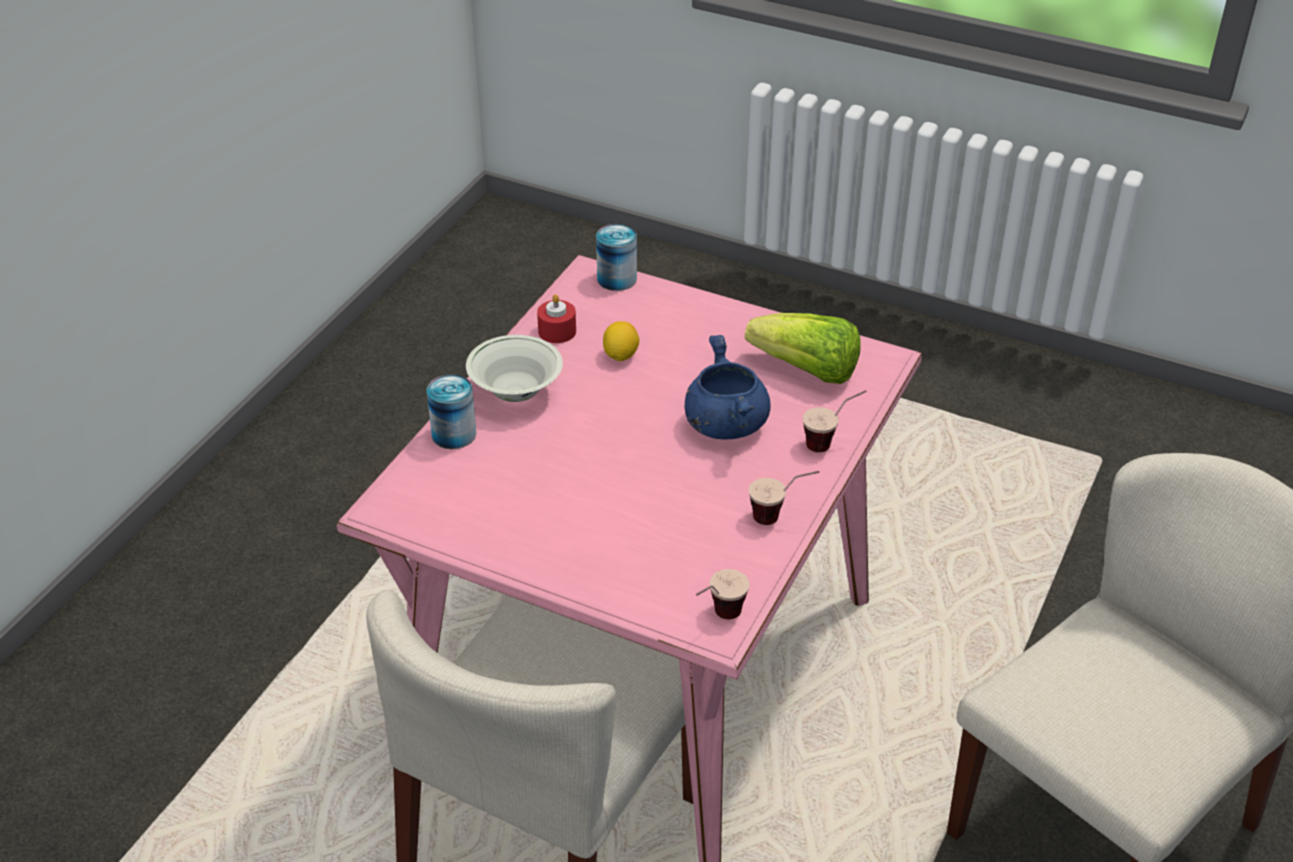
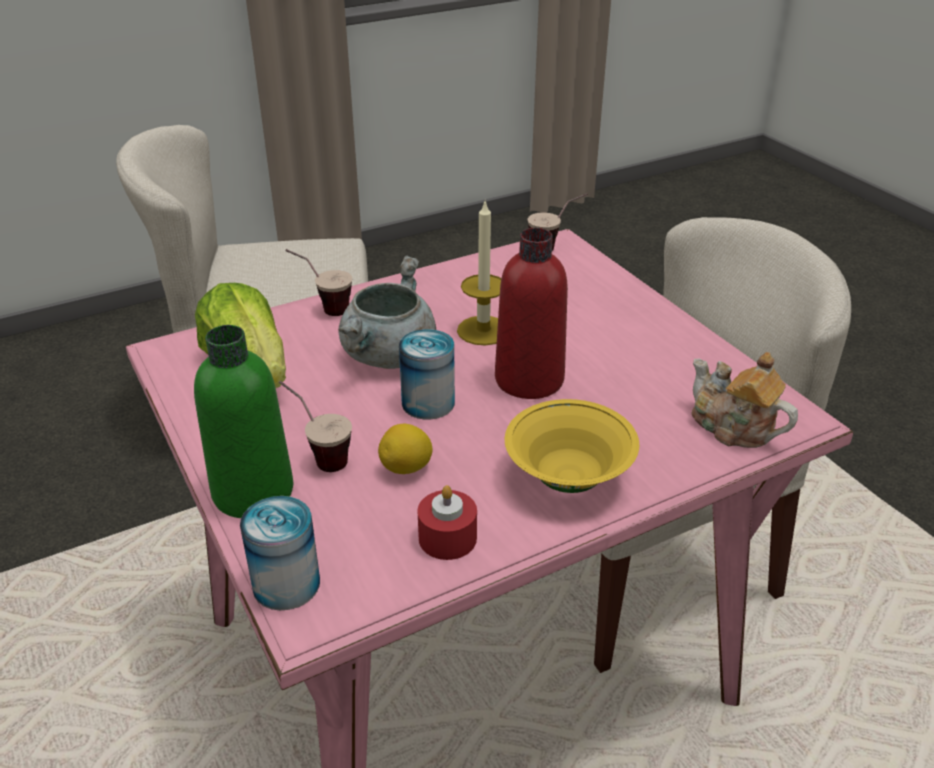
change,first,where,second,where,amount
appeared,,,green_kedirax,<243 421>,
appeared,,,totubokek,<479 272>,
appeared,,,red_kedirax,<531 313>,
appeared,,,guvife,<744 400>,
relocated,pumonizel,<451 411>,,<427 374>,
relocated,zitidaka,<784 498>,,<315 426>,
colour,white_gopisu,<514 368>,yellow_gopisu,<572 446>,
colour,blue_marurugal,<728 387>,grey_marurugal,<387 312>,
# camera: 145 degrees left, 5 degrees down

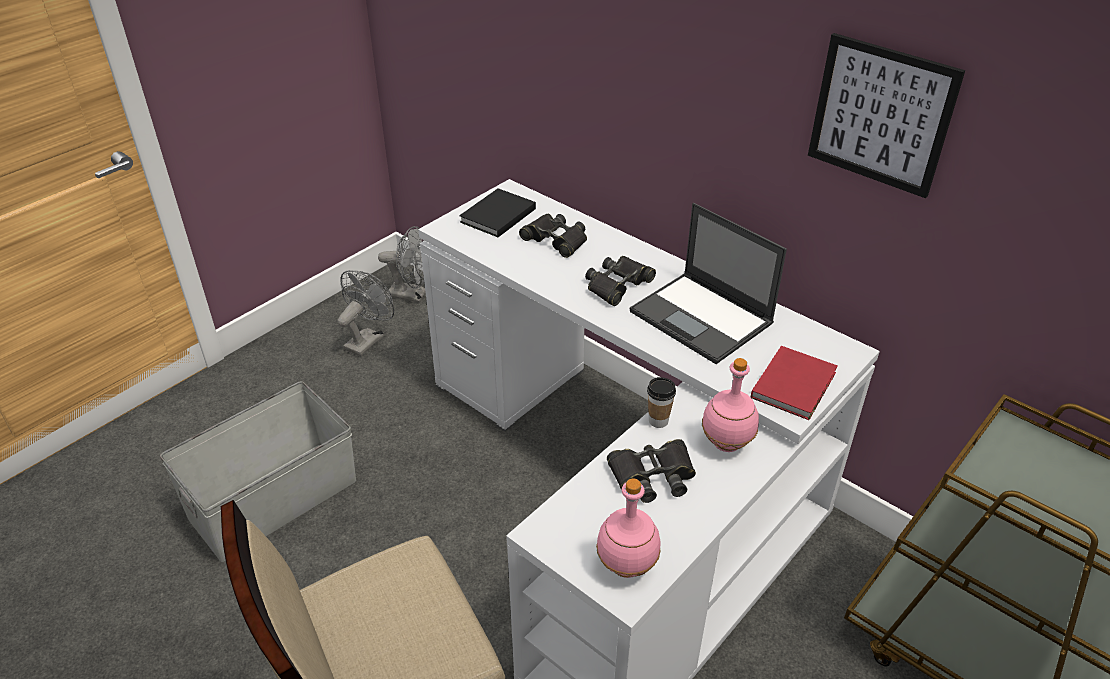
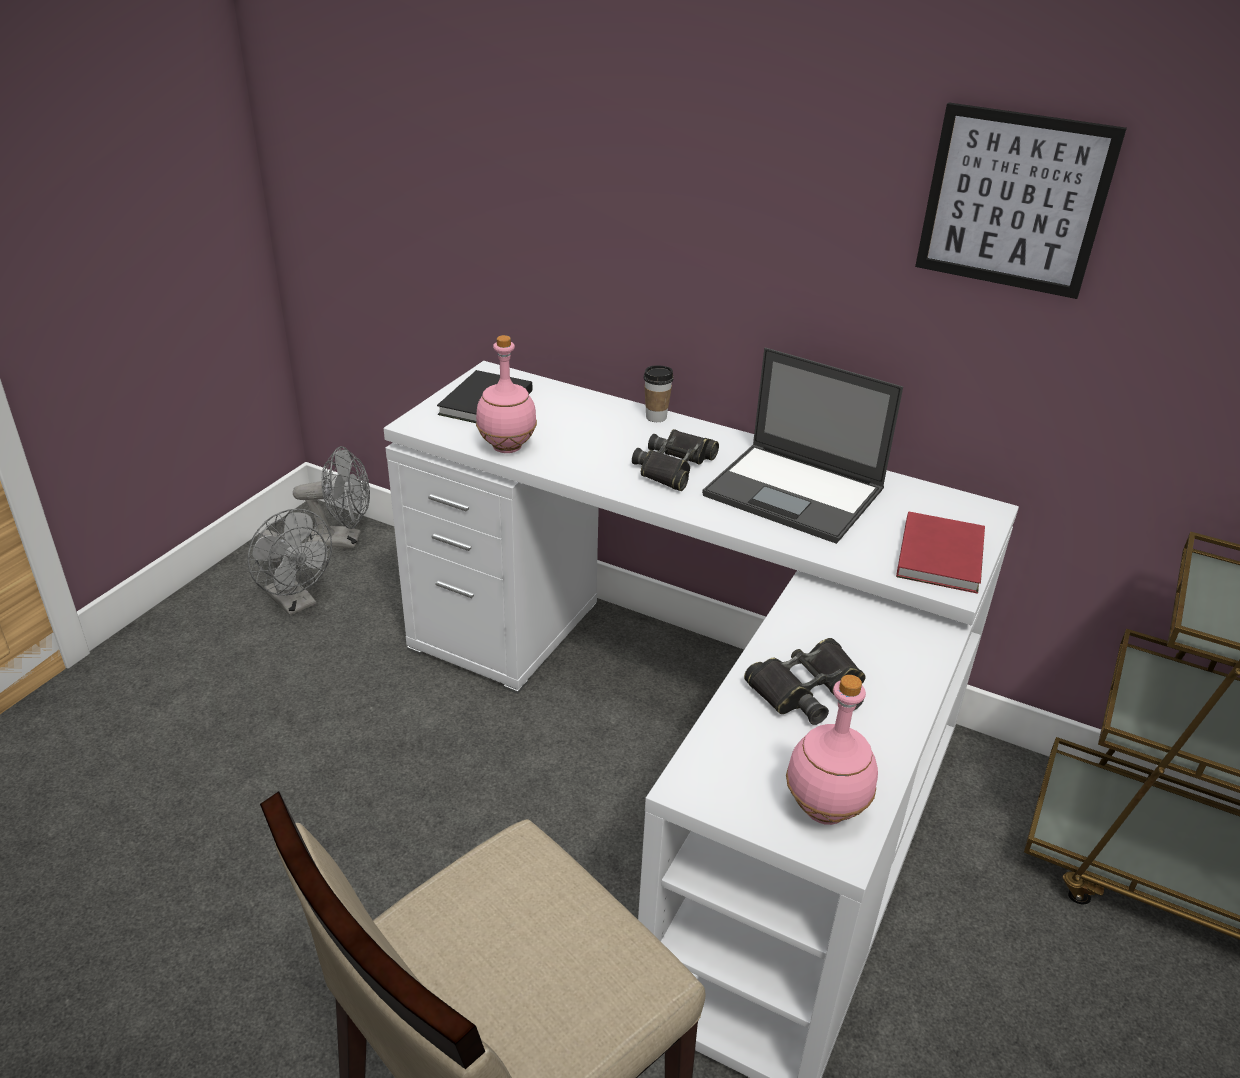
change,first,where,second,where,amount
missing,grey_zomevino,<258 471>,,,
missing,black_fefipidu,<553 236>,,,
relocated,zitidaka,<661 402>,,<659 393>,
relocated,pink_kedirax,<730 405>,,<506 394>,
spun,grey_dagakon,<365 313>,,<289 562>,120 degrees clockwise
# camera: 15 degrees left, 5 degrees down

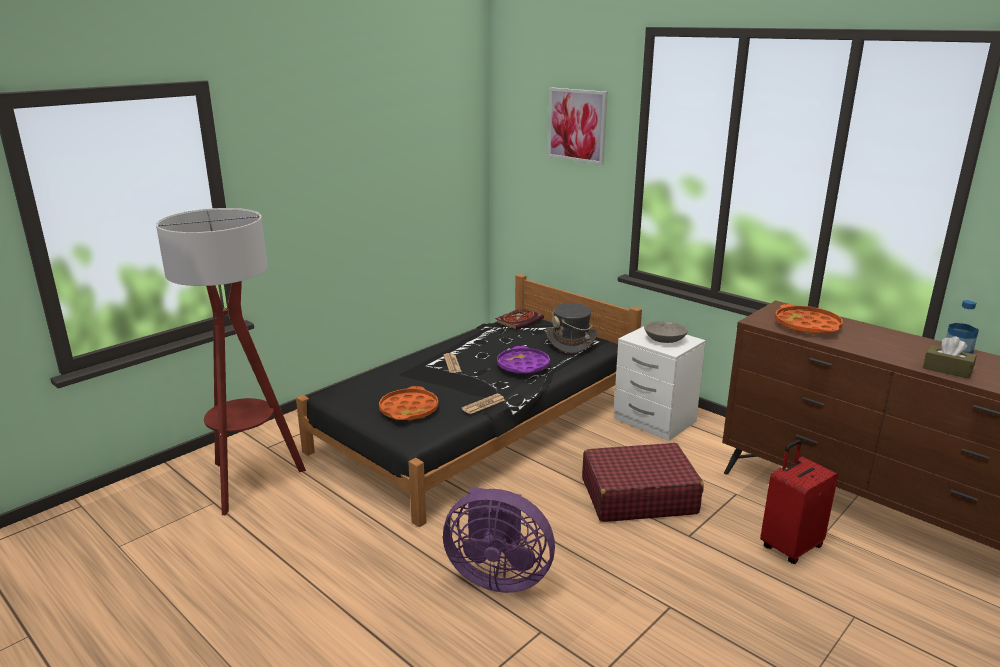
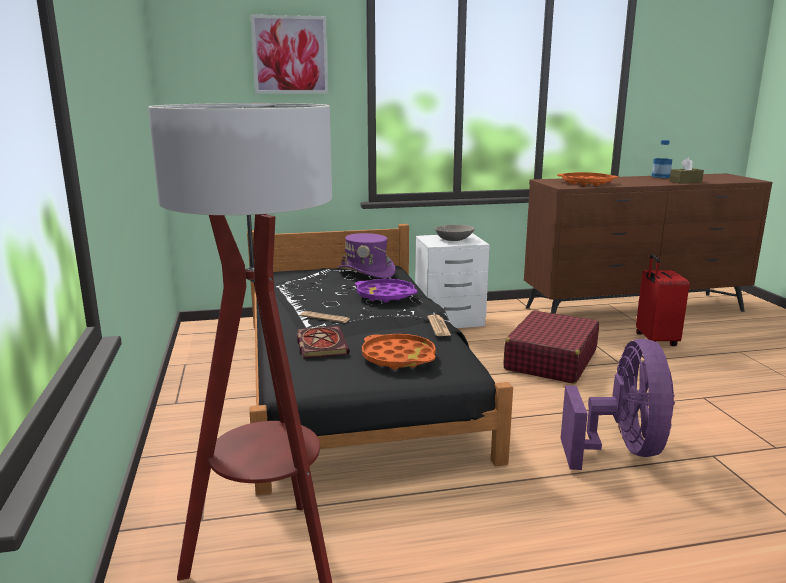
change,first,where,second,where,amount
relocated,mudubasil,<519 319>,,<323 342>,
colour,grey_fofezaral,<571 328>,purple_fofezaral,<366 255>,
spun,purple_dagakon,<499 540>,,<618 404>,45 degrees counterclockwise
# camera: 55 degrees left, 5 degrees down

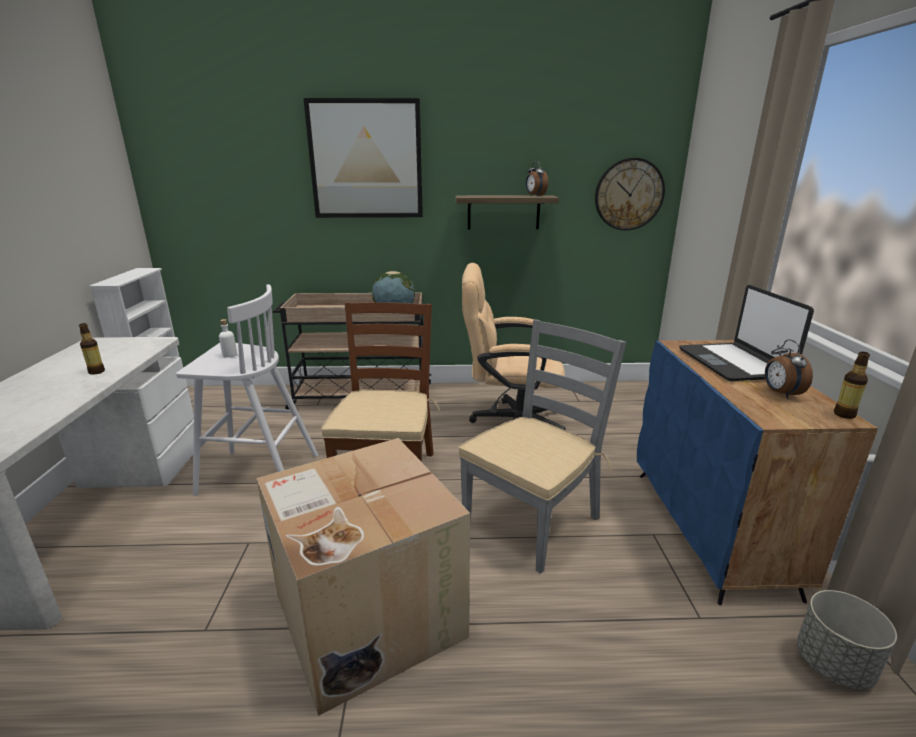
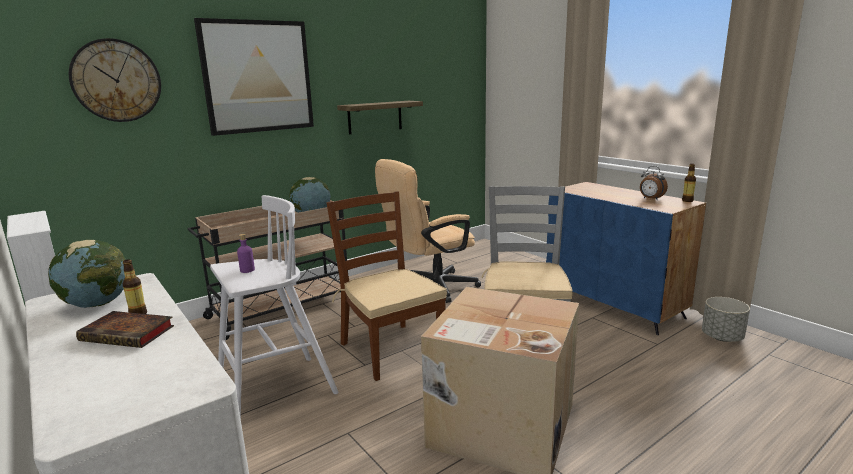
change,first,where,second,where,amount
missing,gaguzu,<537 178>,,,
missing,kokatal,<746 333>,,,
appeared,,,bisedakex,<87 274>,
appeared,,,mudubasil,<125 329>,
relocated,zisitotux,<630 194>,,<115 80>,
colour,white_kedirax,<228 338>,purple_kedirax,<246 253>,
# camera: 35 degrees left, 5 degrees down

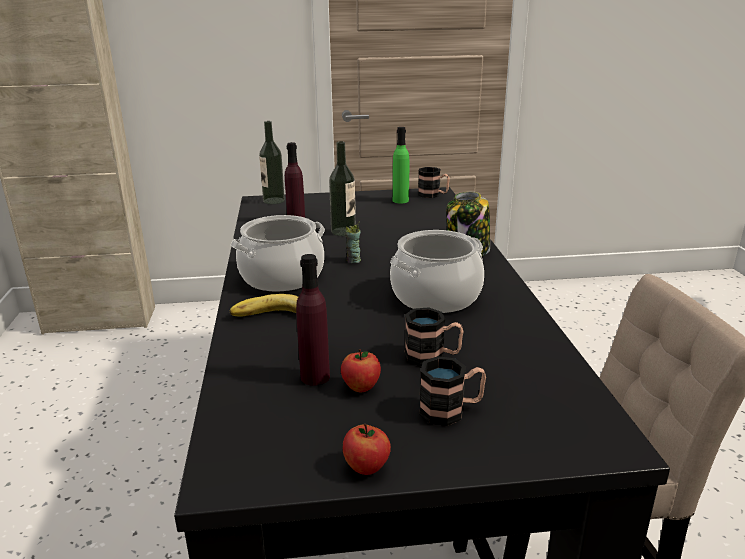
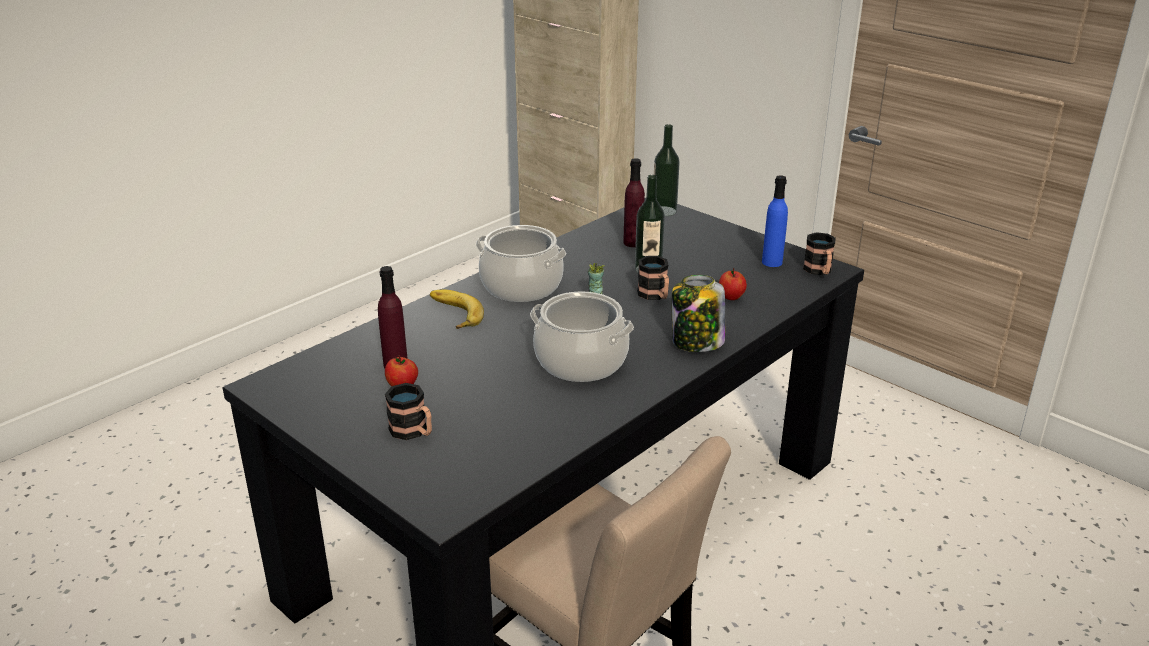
change,first,where,second,where,amount
relocated,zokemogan,<366 449>,,<733 284>,
relocated,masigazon,<434 337>,,<653 278>,
colour,green_kedirax,<401 165>,blue_kedirax,<775 221>,
# camera: 50 degrees right, 5 degrees up

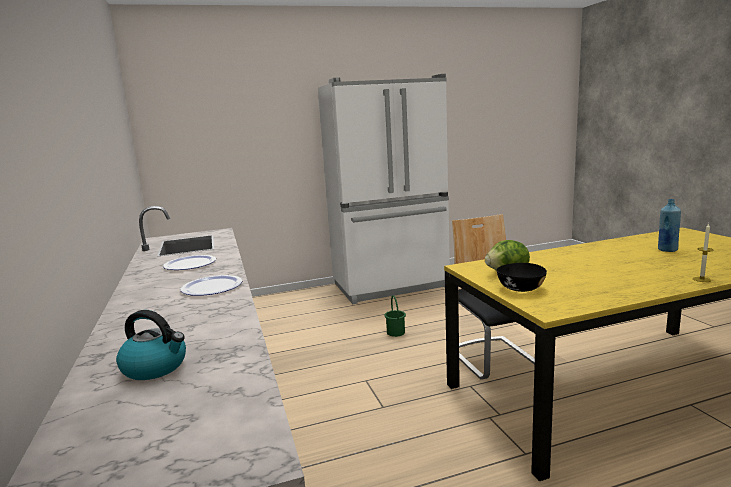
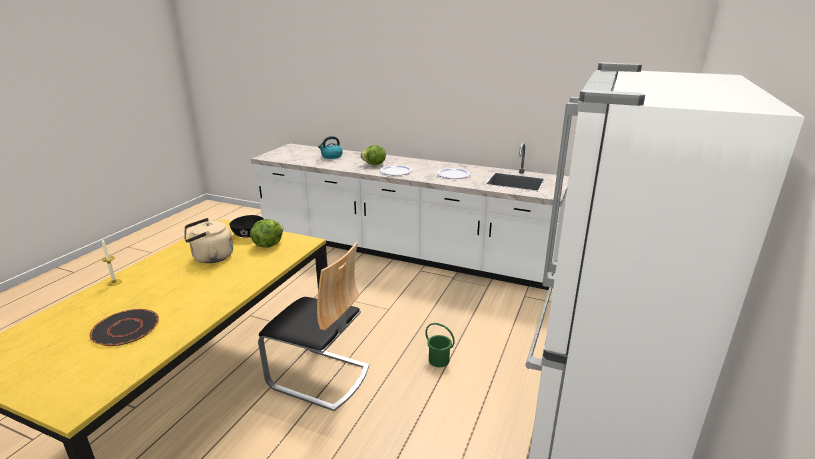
change,first,where,second,where,amount
appeared,,,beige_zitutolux,<208 240>,
appeared,,,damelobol,<373 155>,
exchanged,blue_kedirax,<669 225>,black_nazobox,<124 327>,
# camera: 130 degrees right, 10 degrees up

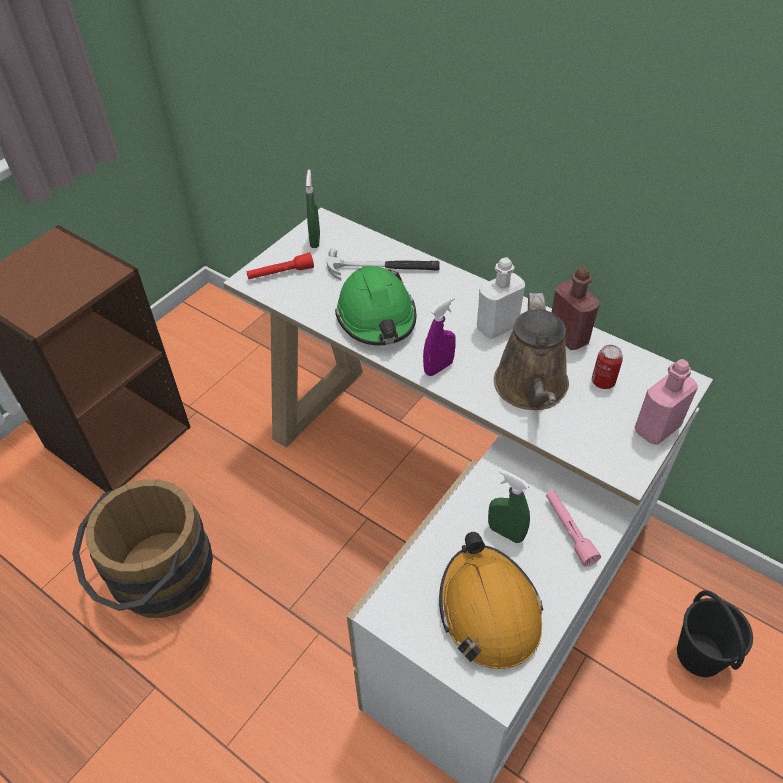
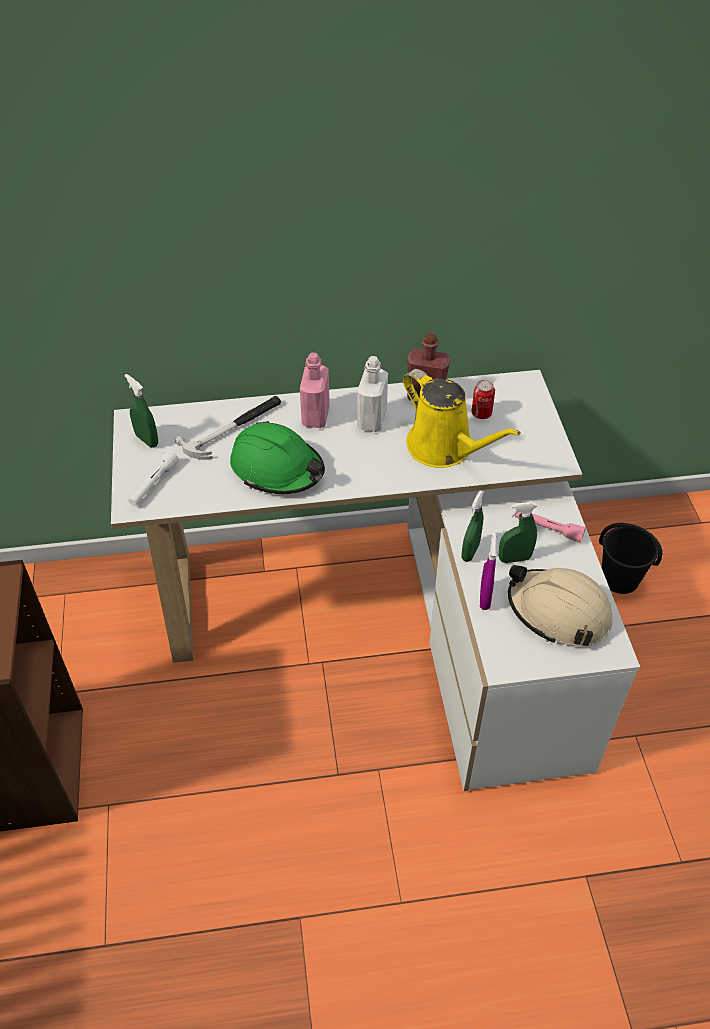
change,first,where,second,where,amount
missing,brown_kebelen,<142 548>,,,
appeared,,,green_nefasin,<472 526>,
relocated,purple_nefasin,<439 336>,,<488 571>,
relocated,pink_kedirax,<666 402>,,<315 390>,
colour,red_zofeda,<280 265>,white_zofeda,<154 478>,
colour,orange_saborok,<491 600>,beige_saborok,<560 605>,
colour,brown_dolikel,<531 351>,yellow_dolikel,<462 418>,
# camera: 45 degrees left, 0 degrees up

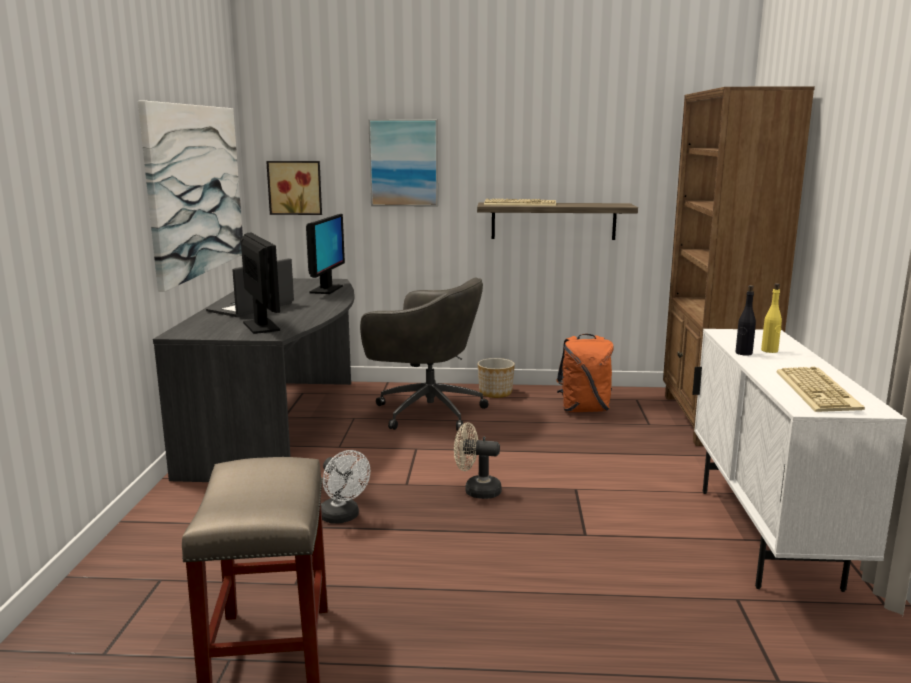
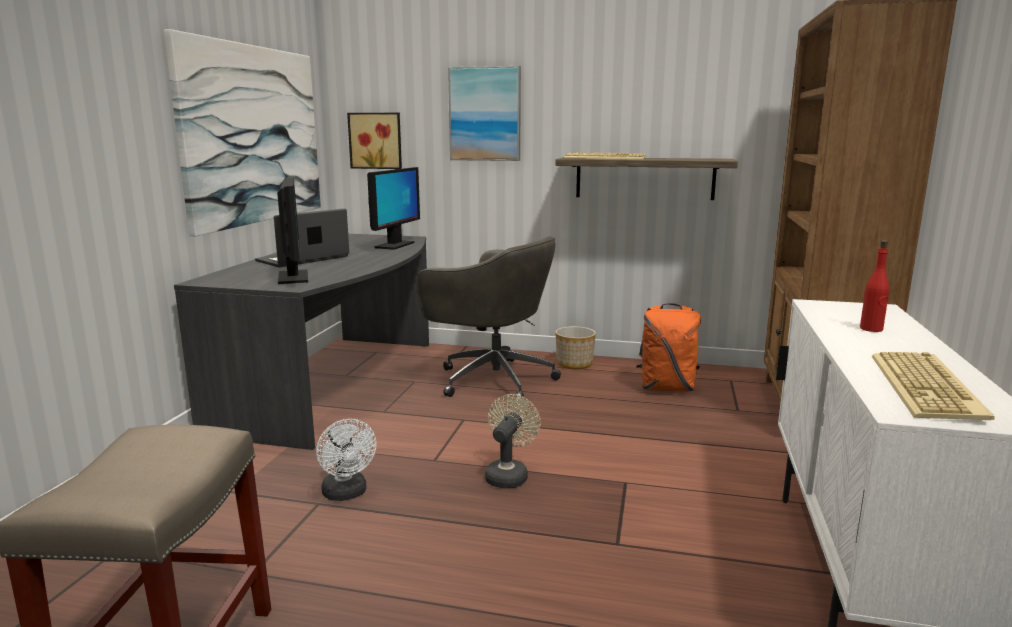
change,first,where,second,where,amount
missing,black_kedirax,<745 320>,,,
colour,yellow_kedirax,<771 318>,red_kedirax,<874 286>,
spun,beige_dagakon,<478 460>,,<513 441>,90 degrees clockwise
# camera: 10 degrees right, 0 degrees up

